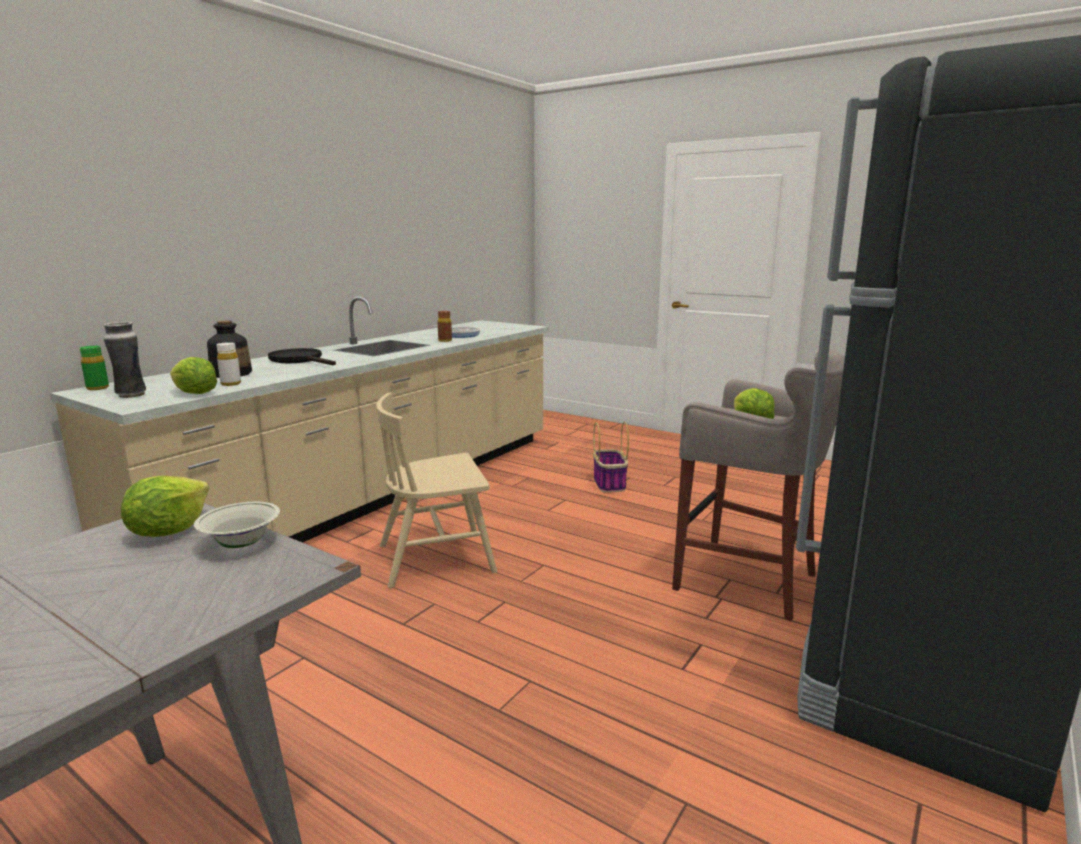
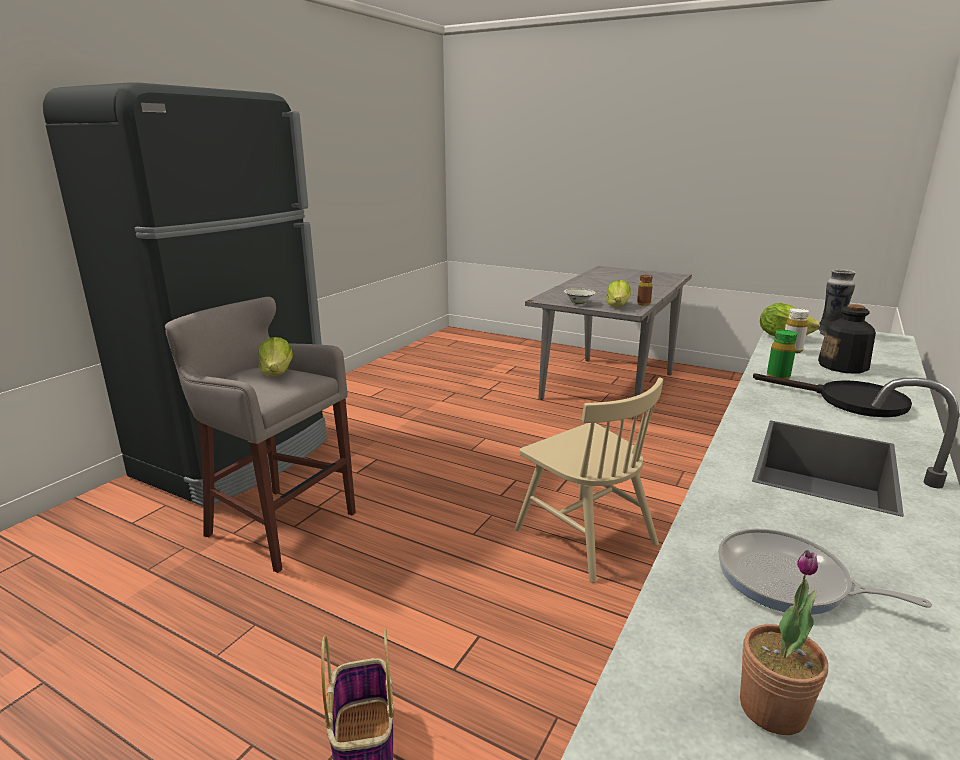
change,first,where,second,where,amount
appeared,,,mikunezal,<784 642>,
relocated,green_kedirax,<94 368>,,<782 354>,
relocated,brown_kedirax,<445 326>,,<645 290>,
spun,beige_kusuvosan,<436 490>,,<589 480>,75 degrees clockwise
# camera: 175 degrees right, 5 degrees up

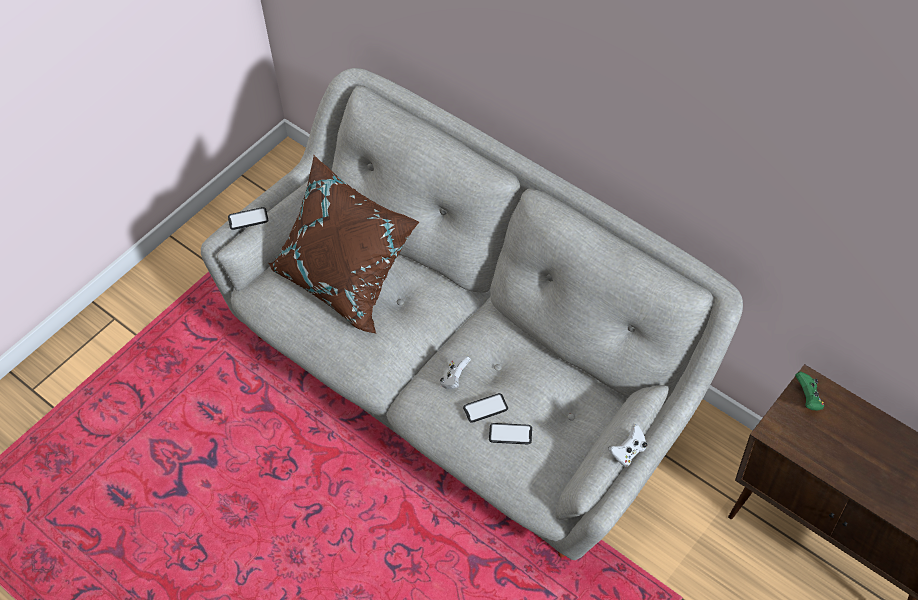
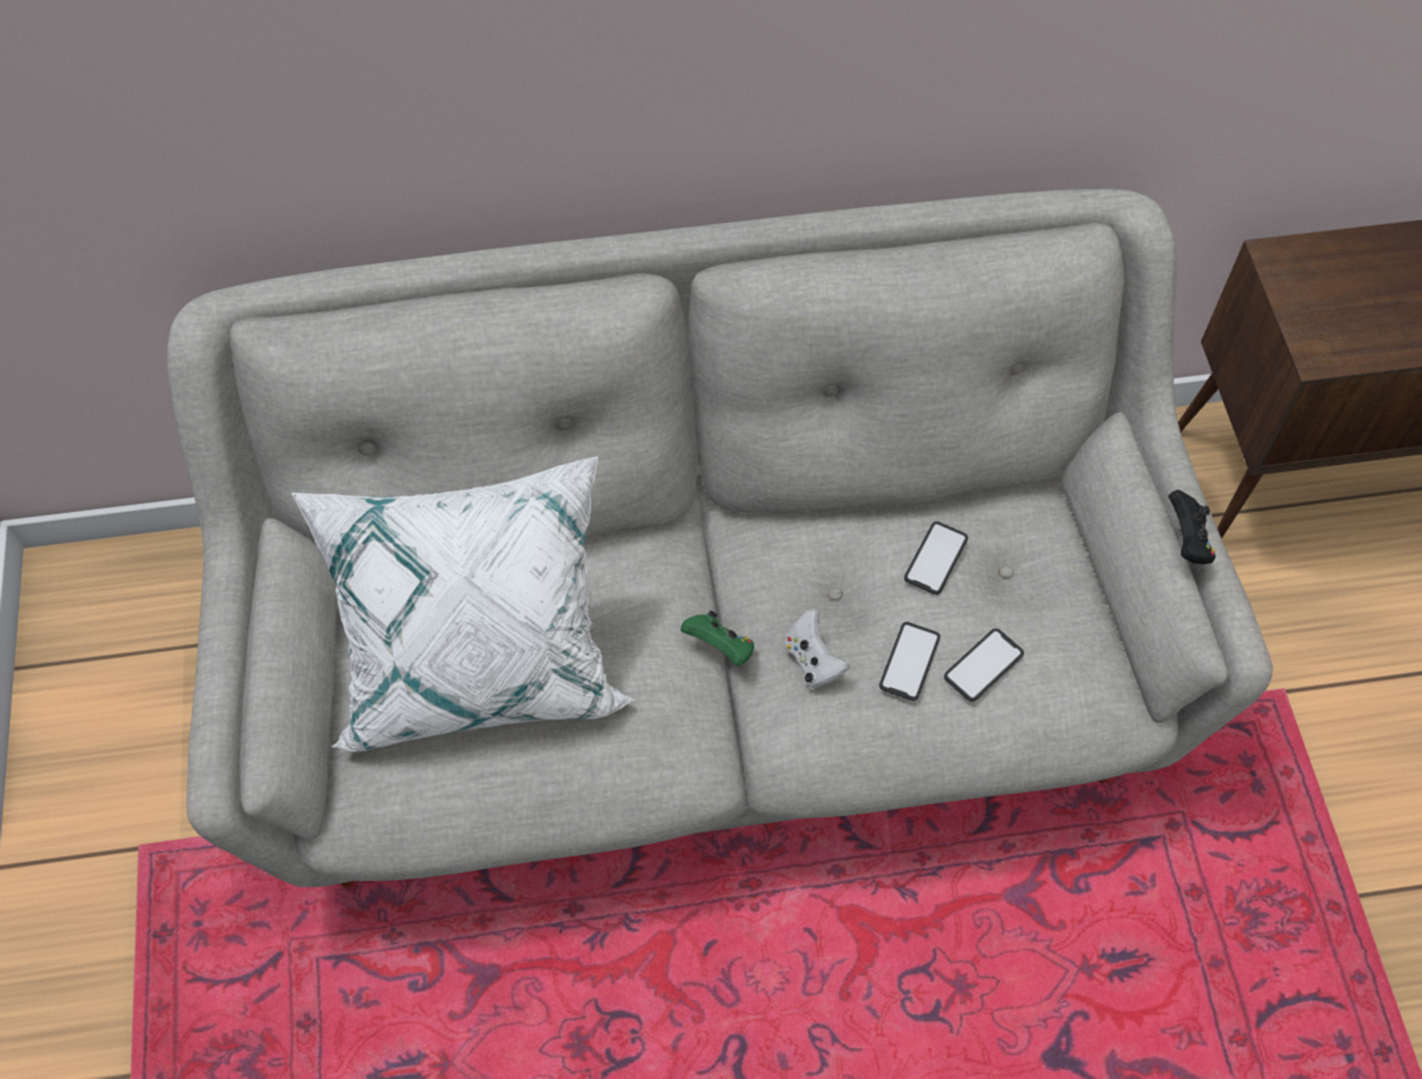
change,first,where,second,where,amount
relocated,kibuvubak,<248 218>,,<936 558>,
relocated,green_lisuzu,<809 391>,,<717 638>,
colour,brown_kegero,<344 244>,white_kegero,<464 604>,
colour,white_lisuzu,<627 445>,black_lisuzu,<1192 527>,
# camera: 50 degrees left, 5 degrees up

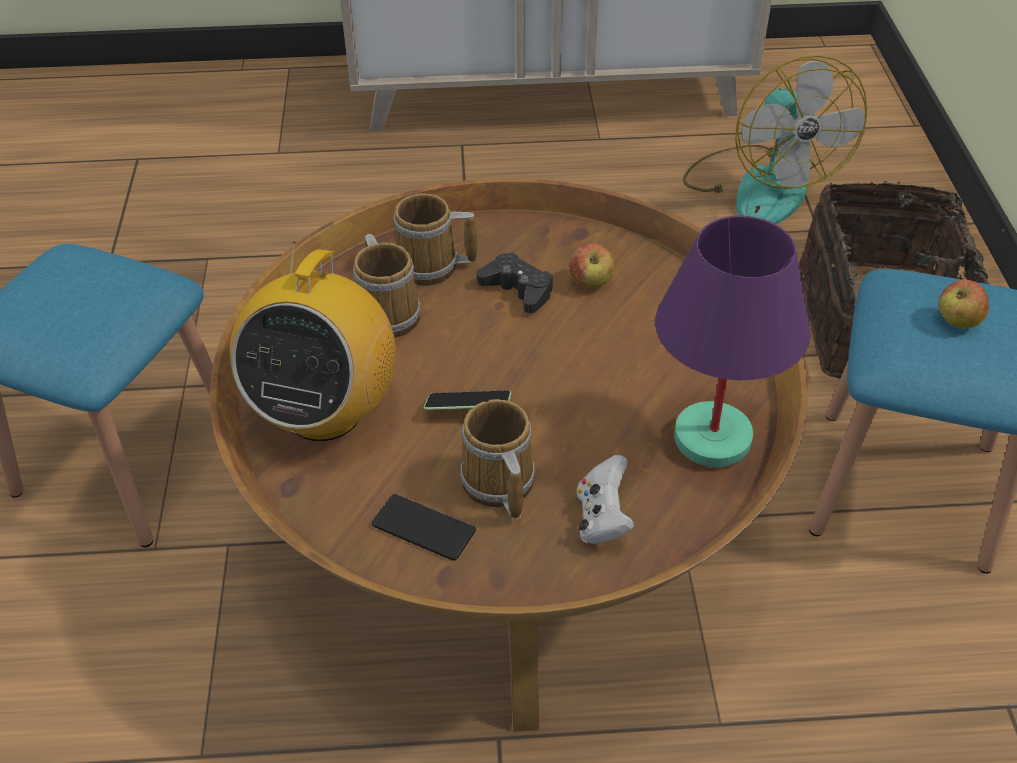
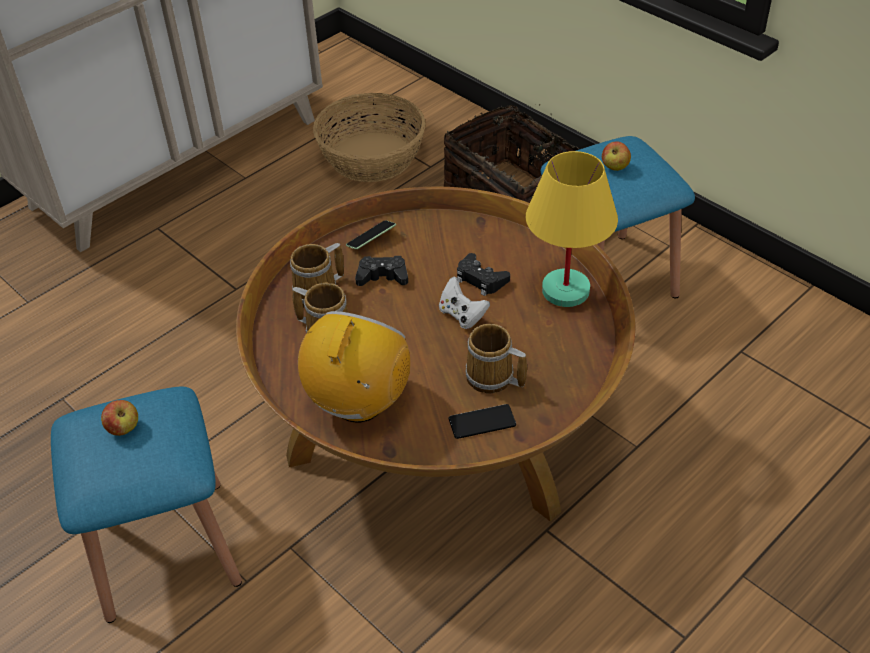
change,first,where,second,where,amount
appeared,,,black_lisuzu,<483 274>,
relocated,kibuvubak,<467 400>,,<371 234>,
relocated,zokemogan,<592 265>,,<119 418>,
relocated,white_lisuzu,<605 499>,,<464 303>,
exchanged,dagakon,<775 139>,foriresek,<369 137>,
colour,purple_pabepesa,<733 341>,yellow_pabepesa,<572 229>,
spun,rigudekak,<313 341>,,<354 366>,135 degrees counterclockwise
# camera: 40 degrees left, 0 degrees up

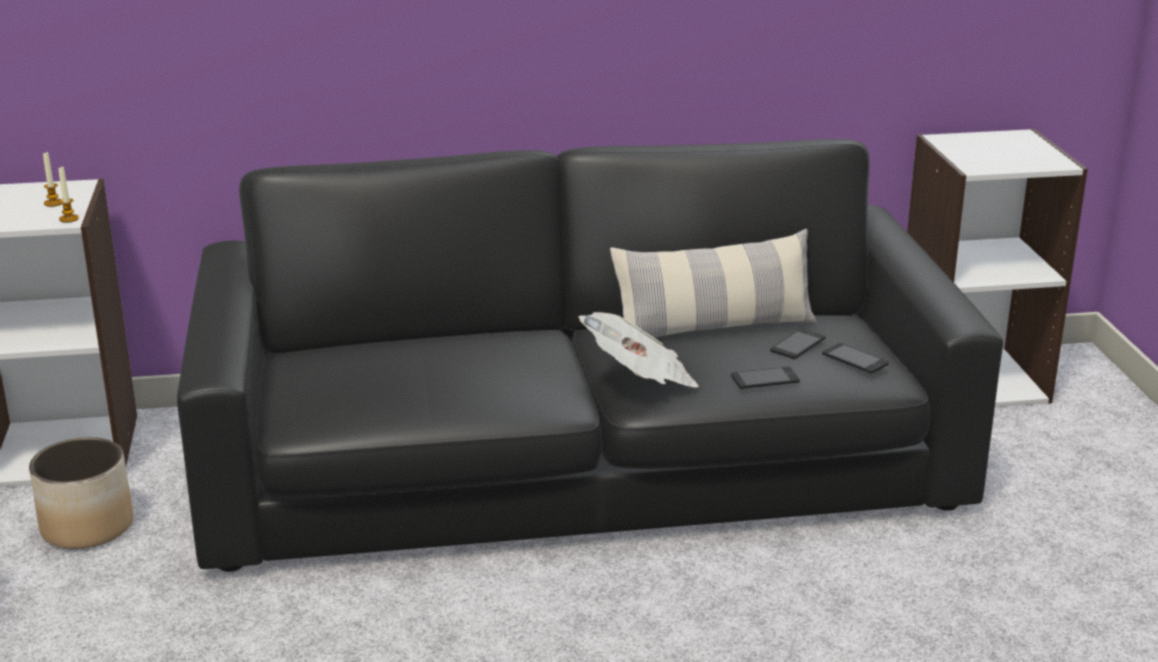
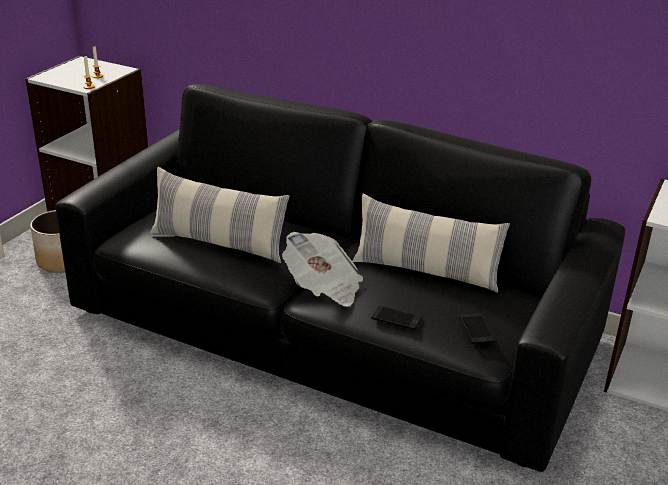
change,first,where,second,where,amount
missing,kibuvubak,<798 344>,,,
appeared,,,kegero,<220 215>,
# camera: 35 degrees right, 5 degrees up

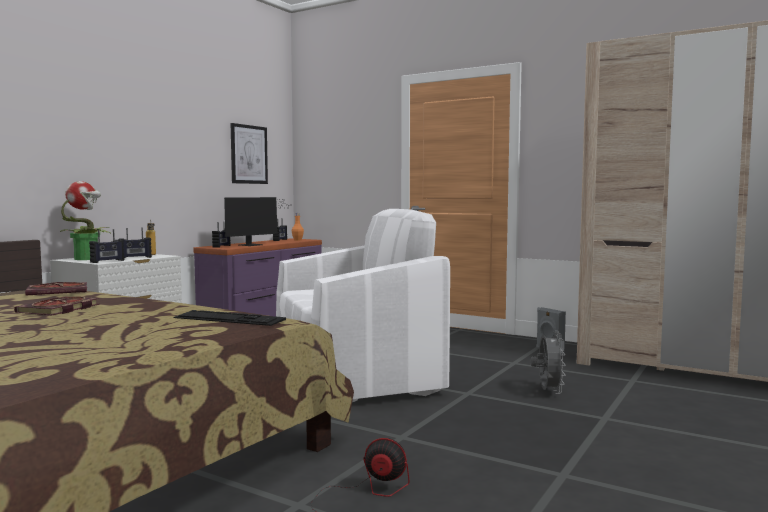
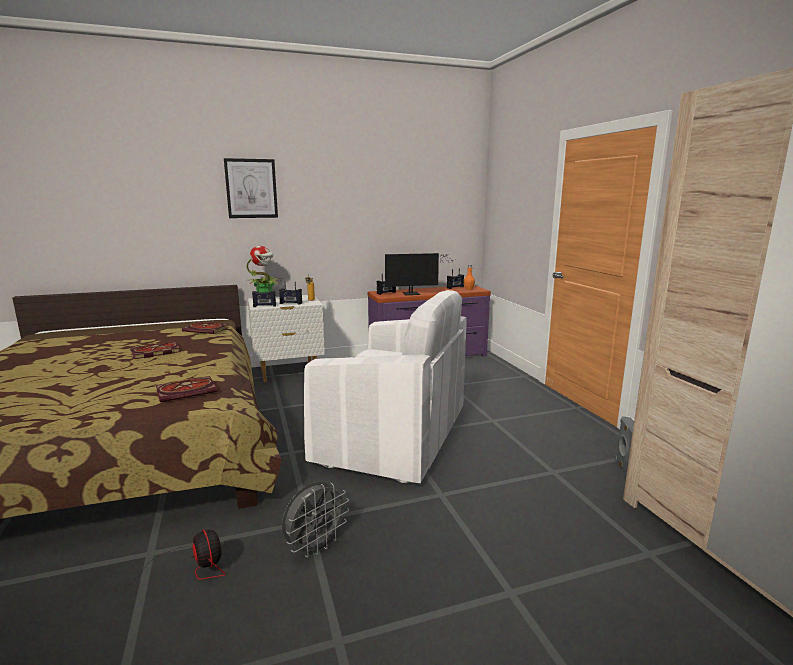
change,first,where,second,where,amount
relocated,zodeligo,<249 153>,,<251 188>,
relocated,grey_dagakon,<548 362>,,<315 520>,
exchanged,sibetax,<230 318>,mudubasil,<186 389>,
# camera: 40 degrees right, 10 degrees up

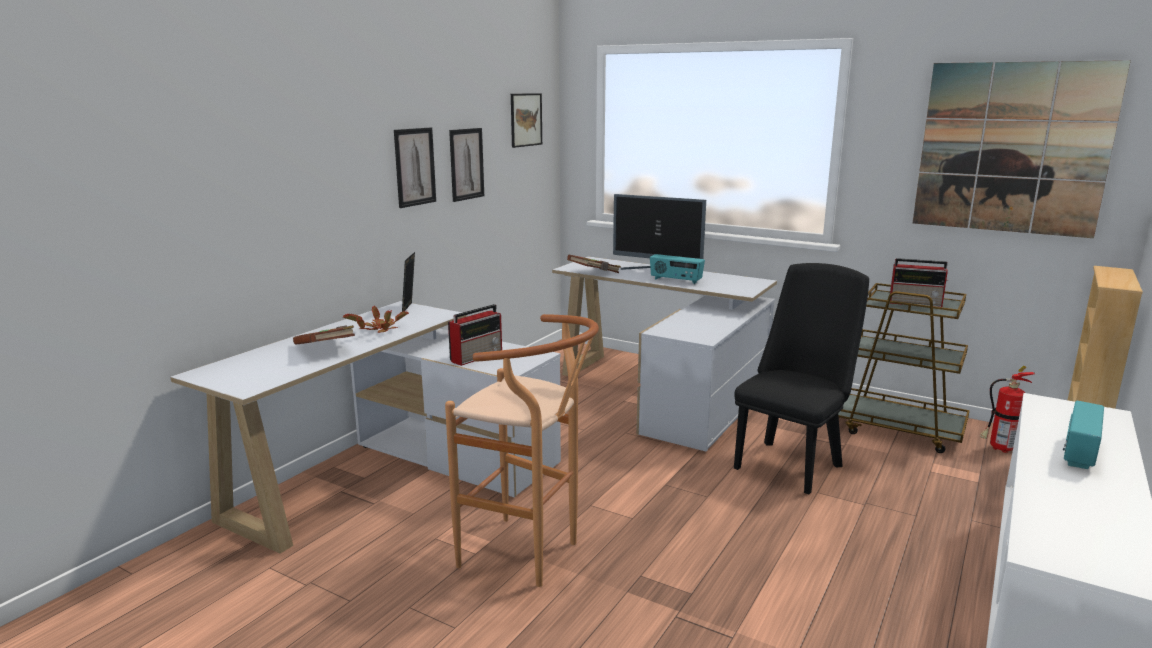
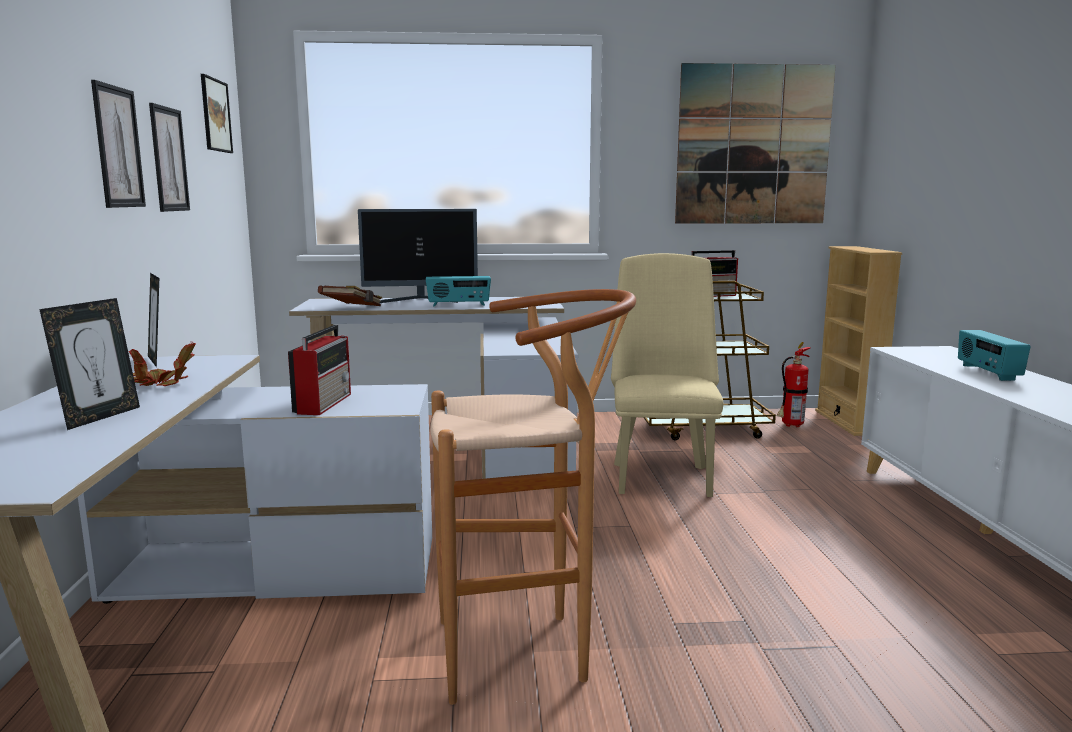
change,first,where,second,where,amount
exchanged,brown_mudubasil,<324 335>,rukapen,<89 364>,
colour,black_kusuvosan,<801 378>,beige_kusuvosan,<667 375>,
# camera: 35 degrees left, 5 degrees down

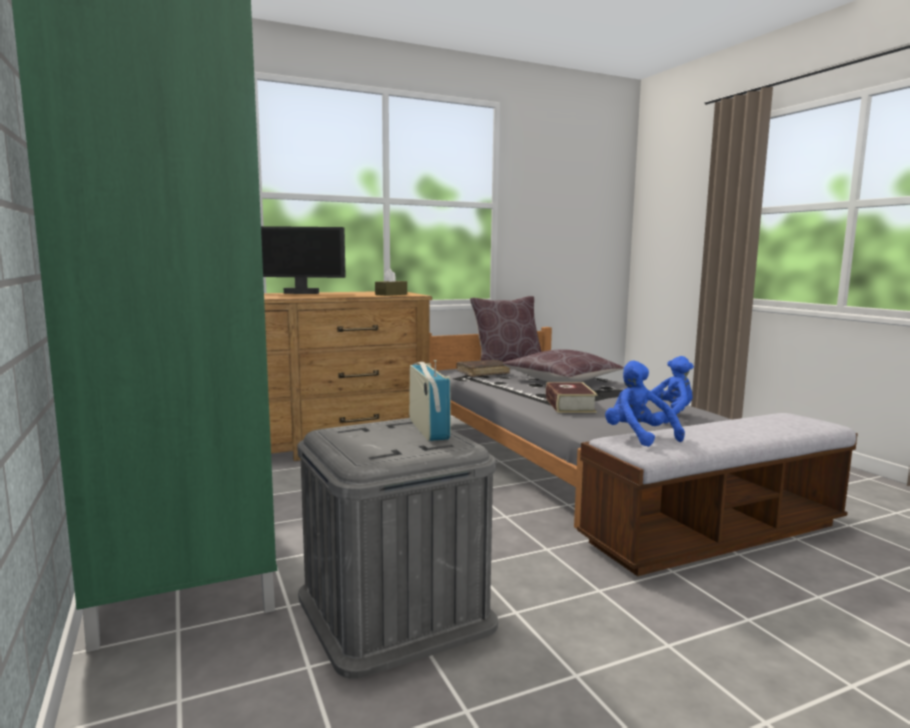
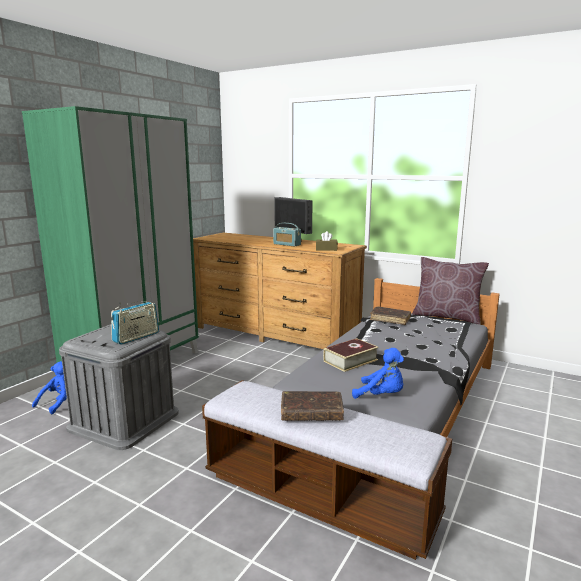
change,first,where,second,where,amount
missing,brown_kegero,<563 365>,,,
appeared,,,rigudekak,<287 235>,
appeared,,,brown_mudubasil,<312 406>,
relocated,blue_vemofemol,<645 404>,,<49 387>,
# camera: 55 degrees right, 5 degrees up

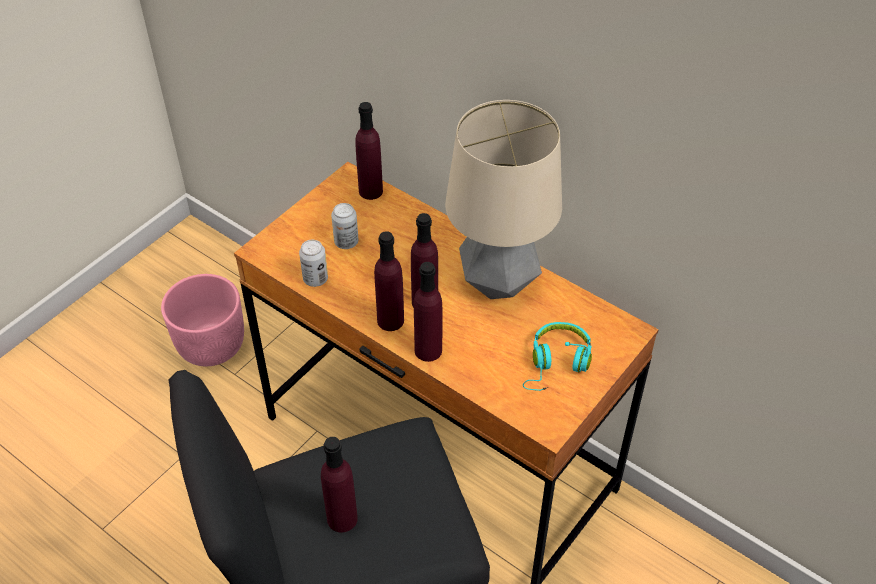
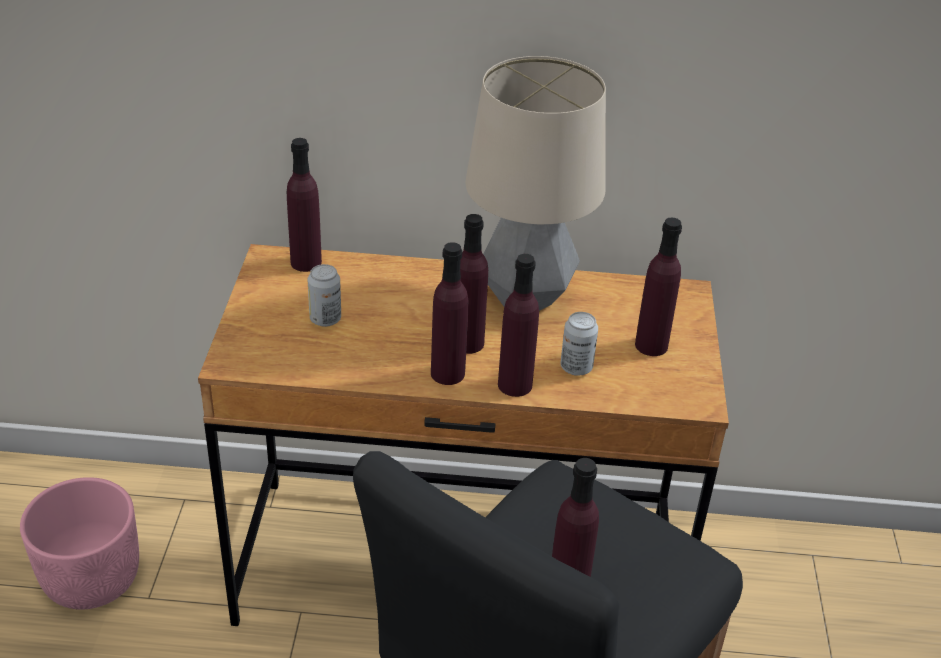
change,first,where,second,where,amount
relocated,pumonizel,<313 263>,,<579 344>,
exchanged,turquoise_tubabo,<557 356>,purple_kedirax,<658 287>,
# camera: 35 degrees left, 10 degrees down

